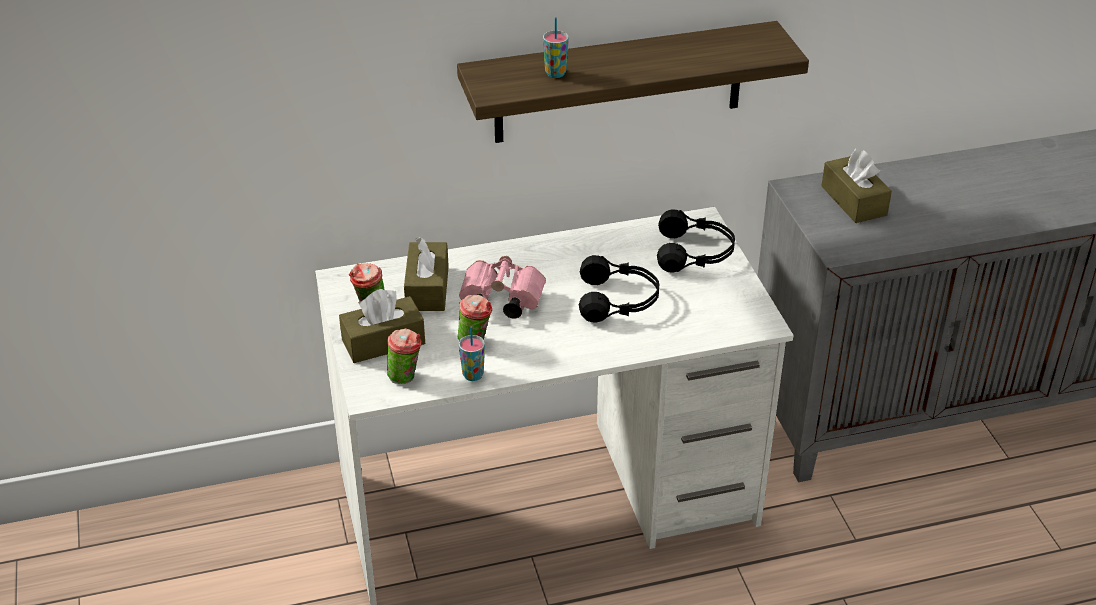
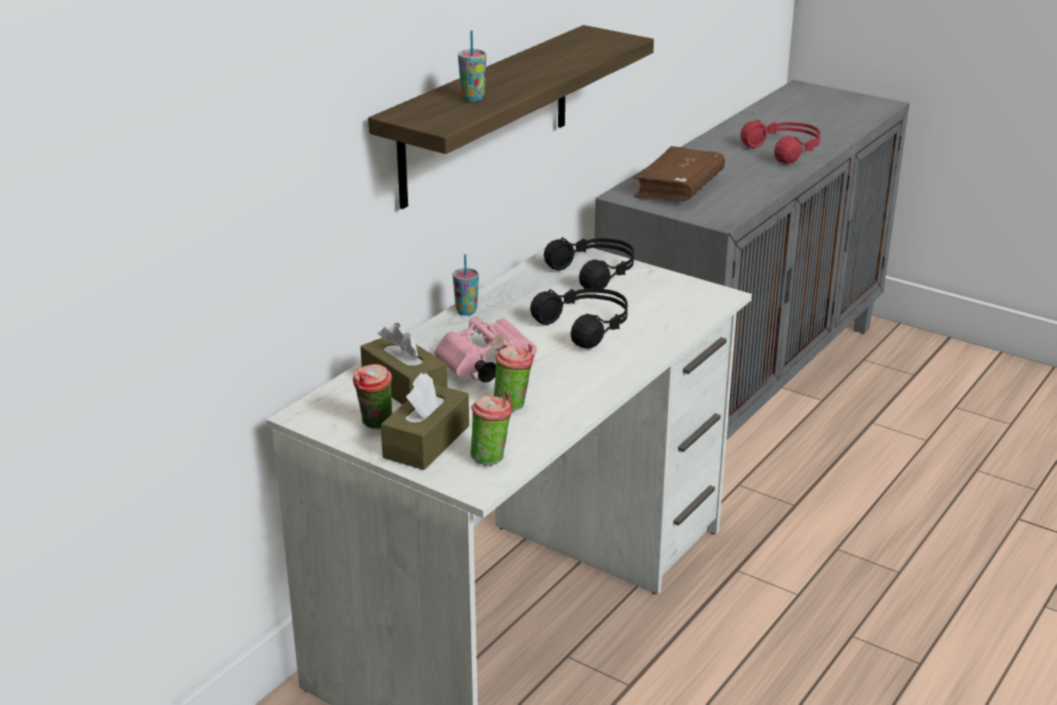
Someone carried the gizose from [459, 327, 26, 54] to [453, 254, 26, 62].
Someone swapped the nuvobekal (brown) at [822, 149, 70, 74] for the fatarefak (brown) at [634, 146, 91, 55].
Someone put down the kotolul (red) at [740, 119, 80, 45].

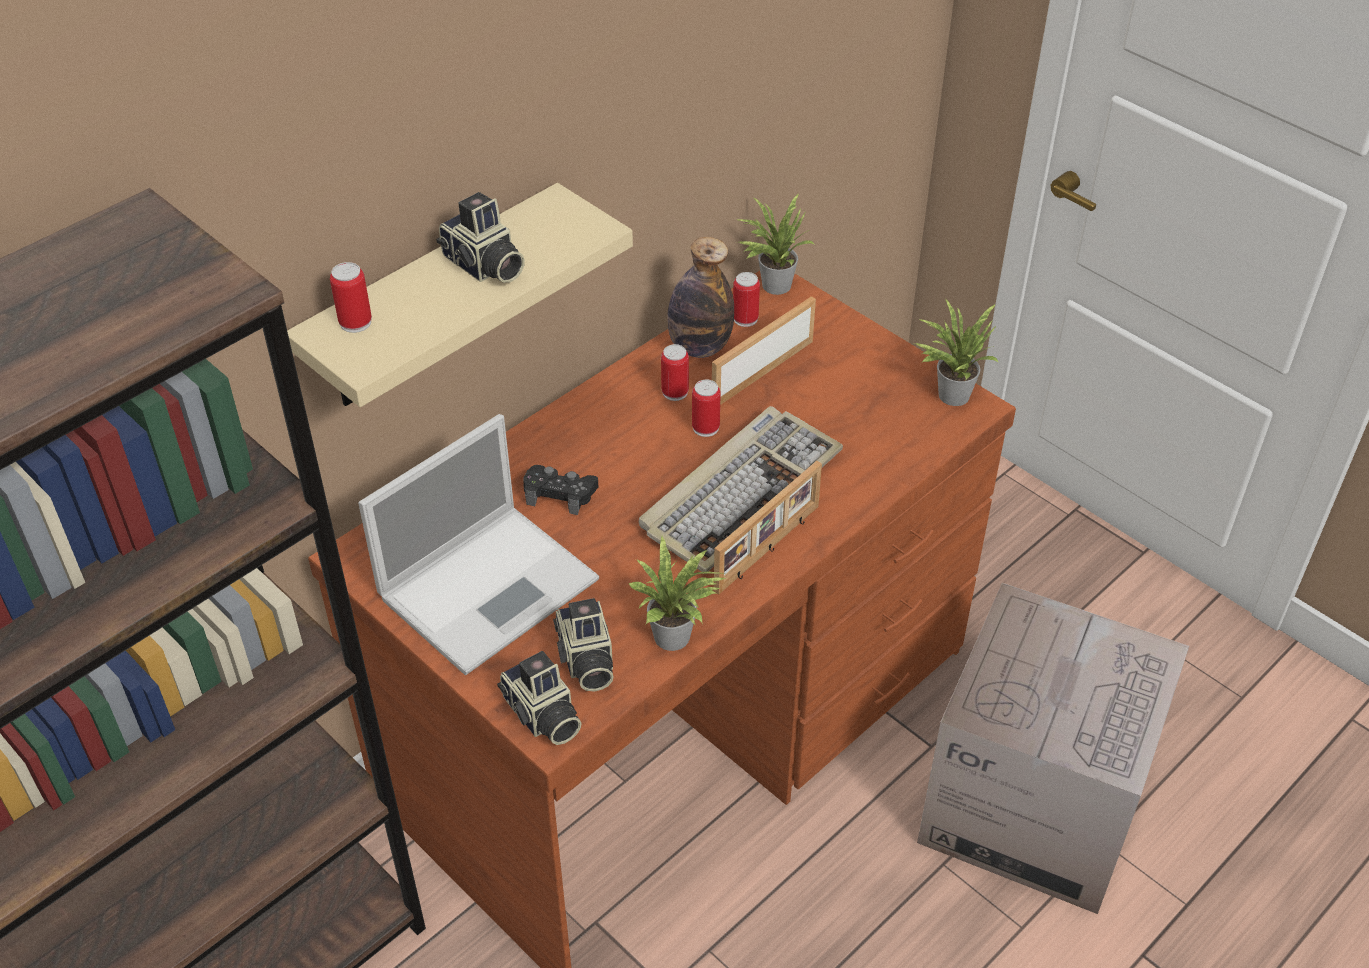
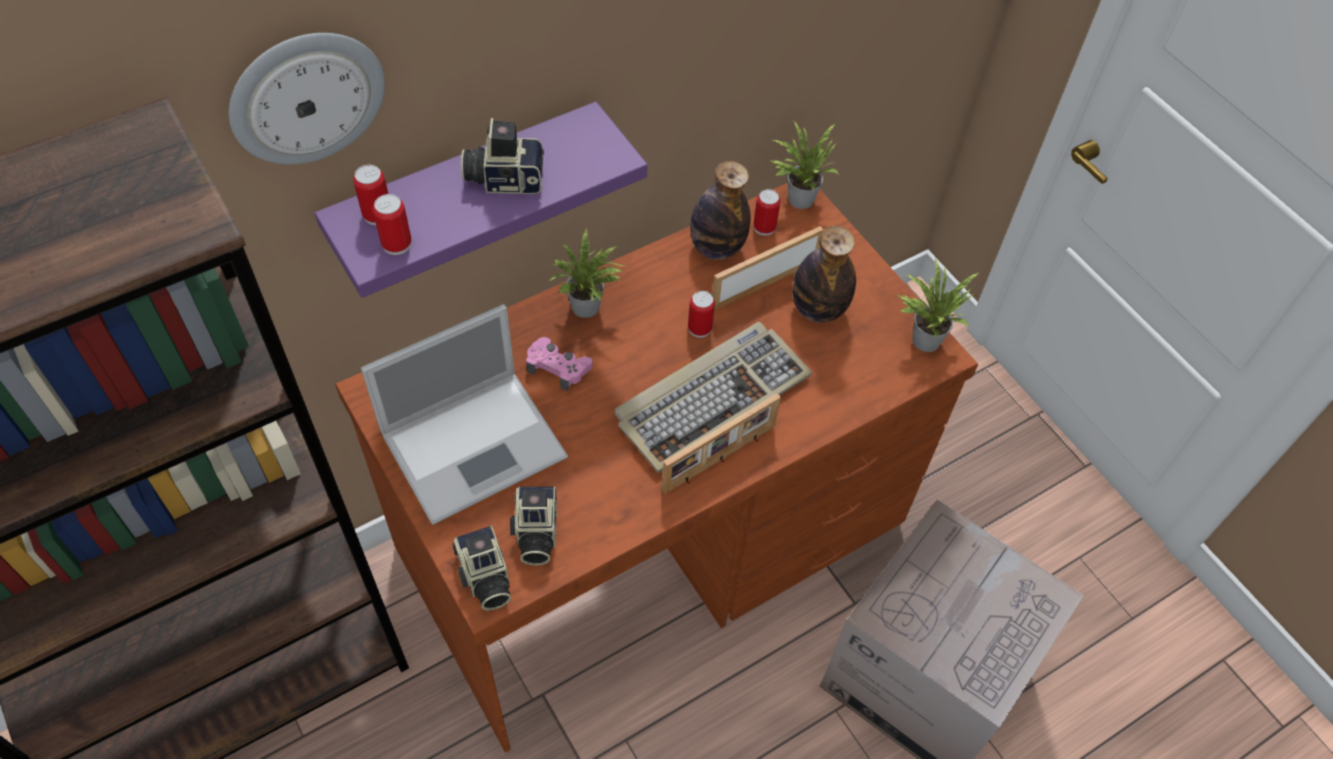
Someone put up the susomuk at [229, 33, 156, 131].
Someone repainted the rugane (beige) at [287, 183, 346, 224], which became the rugane (purple) at [315, 102, 332, 196].
Someone carried the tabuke from [661, 344, 28, 57] to [373, 194, 38, 61].
Someone rotated the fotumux at [436, 192, 89, 91] by 120 degrees clockwise.
Someone repainted the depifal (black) at [523, 465, 75, 50], which became the depifal (pink) at [526, 337, 67, 54].
Someone carried the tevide from [629, 534, 98, 117] to [549, 228, 77, 90].
Someone put down the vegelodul at [793, 226, 63, 97].

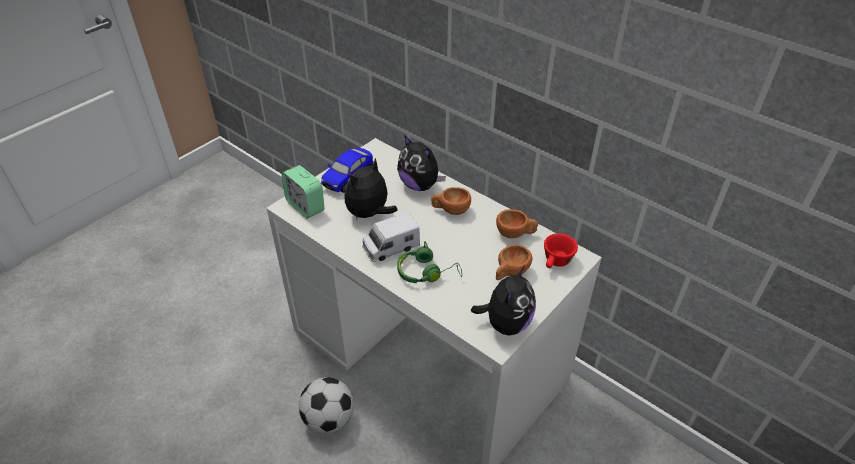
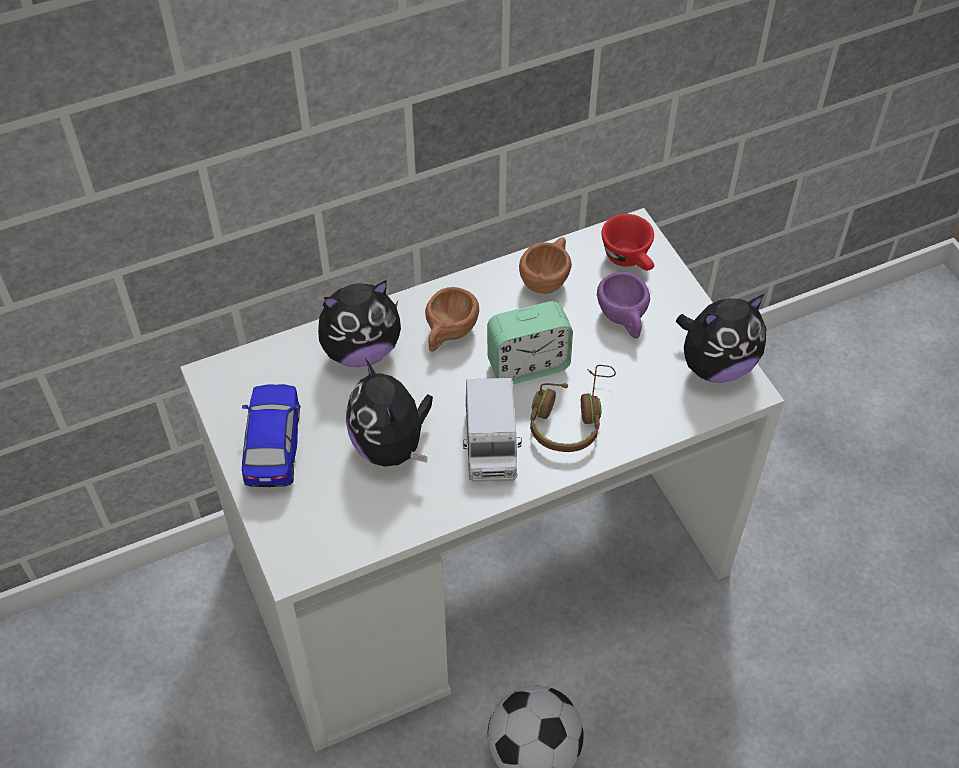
Someone rotated the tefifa at [321, 148, 52, 45] by 150 degrees counterclockwise.
Someone carried the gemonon from [282, 165, 42, 54] to [487, 301, 86, 83].
Someone repainted the kotolul (green) at [397, 242, 65, 41], which became the kotolul (brown) at [530, 365, 86, 87].
Someone repainted the gizose (brown) at [496, 244, 37, 36], which became the gizose (purple) at [597, 272, 53, 67].
Someone rotated the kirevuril at [471, 266, 65, 69] by 105 degrees clockwise.

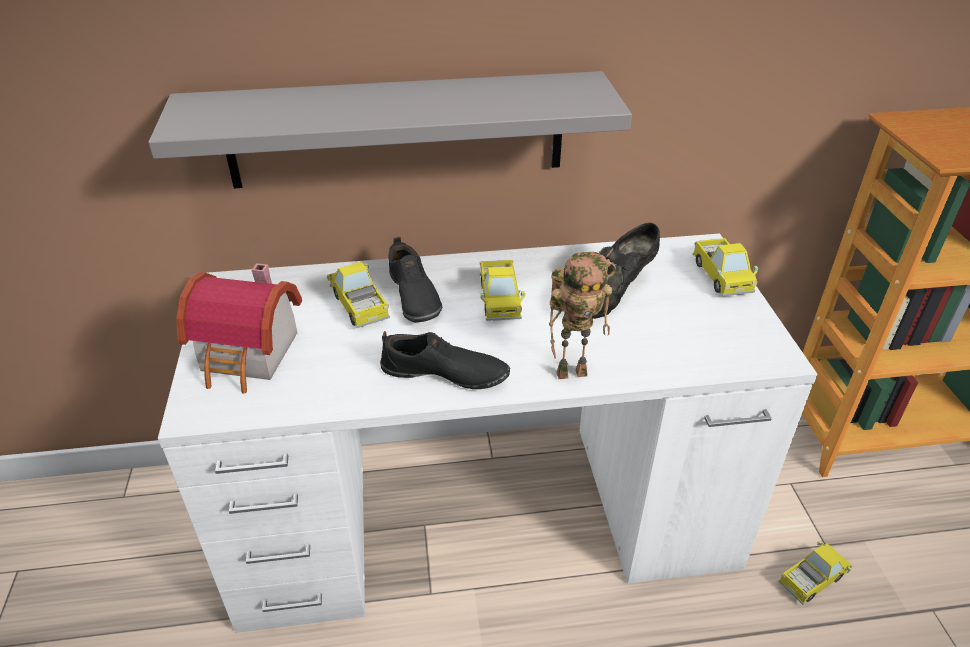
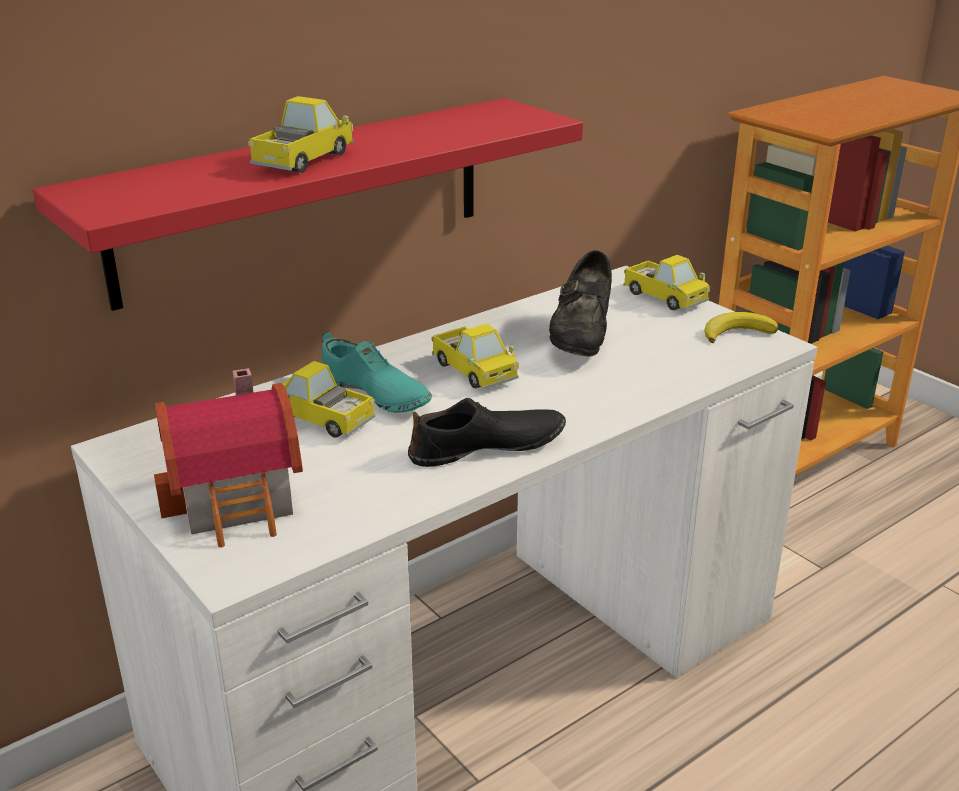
Someone repainted the rugane (grey) at [148, 71, 484, 117], which became the rugane (red) at [33, 98, 550, 213].
Someone carried the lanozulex from [778, 541, 74, 64] to [248, 96, 106, 77].
Someone repainted the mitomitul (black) at [388, 237, 54, 85], which became the mitomitul (turquoise) at [322, 330, 110, 83].
Someone put down the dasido at [704, 312, 74, 31].
Someone took away the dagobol at [549, 252, 67, 127].

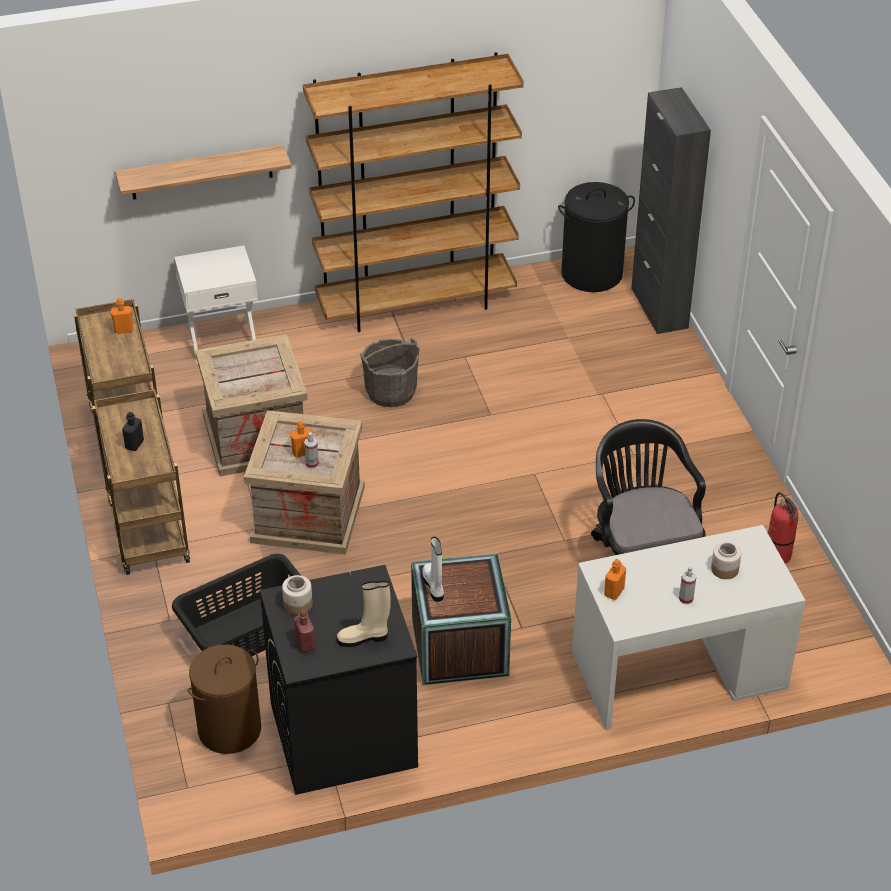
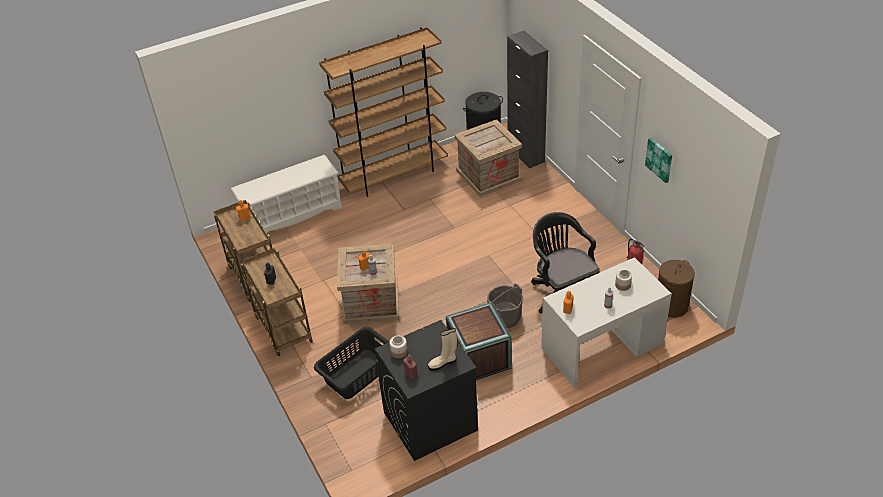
Someone swapped the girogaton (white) at [174, 245, 84, 119] for the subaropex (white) at [231, 155, 111, 78].
Someone carried the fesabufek from [195, 334, 112, 143] to [454, 119, 68, 78].
Someone carried the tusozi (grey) from [360, 338, 60, 69] to [487, 283, 36, 45].
Someone put up the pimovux at [645, 138, 27, 45].
Someone carried the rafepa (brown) from [188, 644, 73, 110] to [658, 260, 37, 58].
Someone took away the rugane at [115, 145, 177, 55].
Someone took away the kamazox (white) at [422, 537, 22, 65].

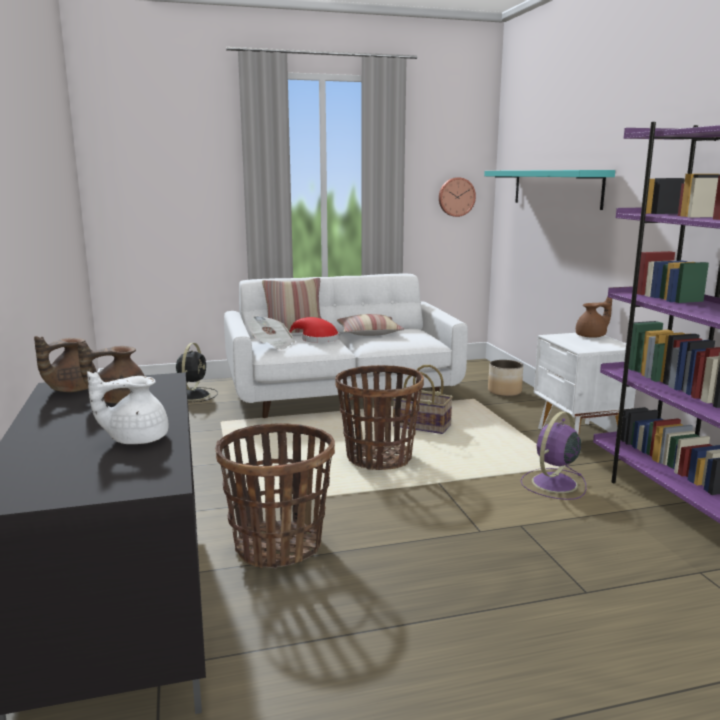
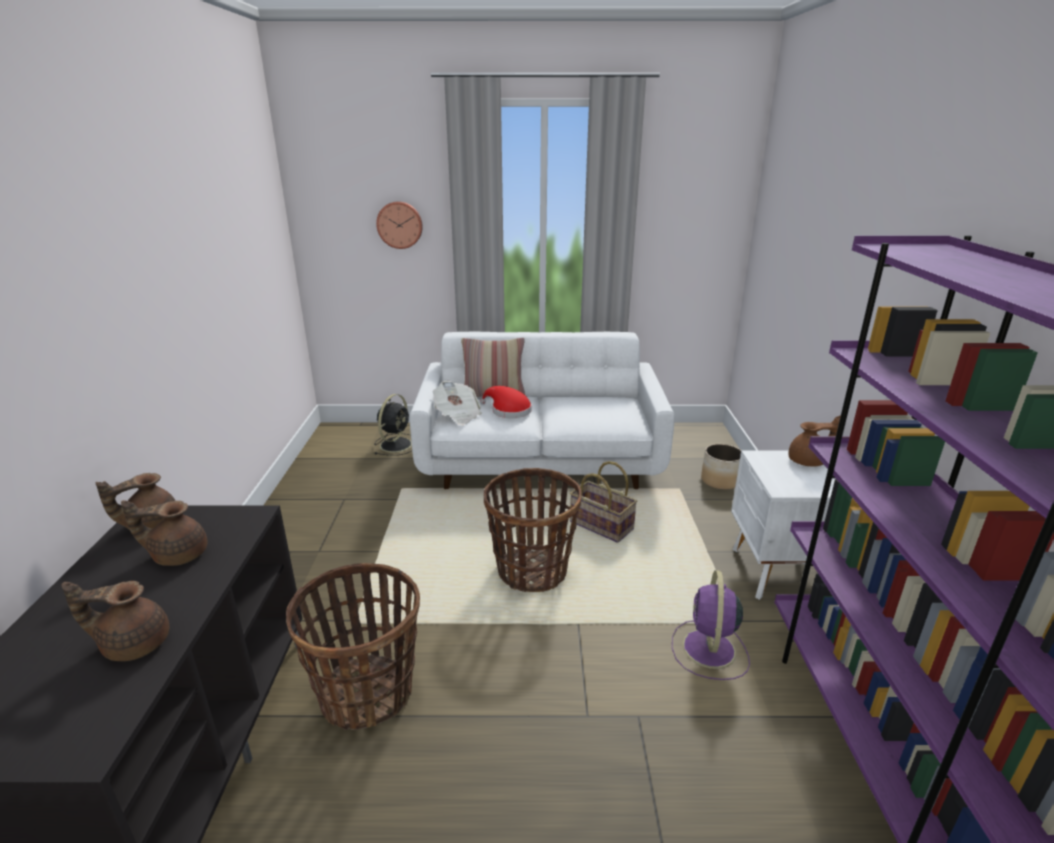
Someone repainted the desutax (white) at [87, 371, 81, 73], which became the desutax (brown) at [61, 581, 108, 80].
Someone carried the susomuk from [439, 177, 37, 40] to [376, 201, 47, 48].
Someone rotated the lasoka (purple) at [521, 411, 65, 89] by 45 degrees counterclockwise.
Someone took away the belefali at [337, 314, 67, 22].
Someone took away the rugane (turquoise) at [484, 170, 131, 40].

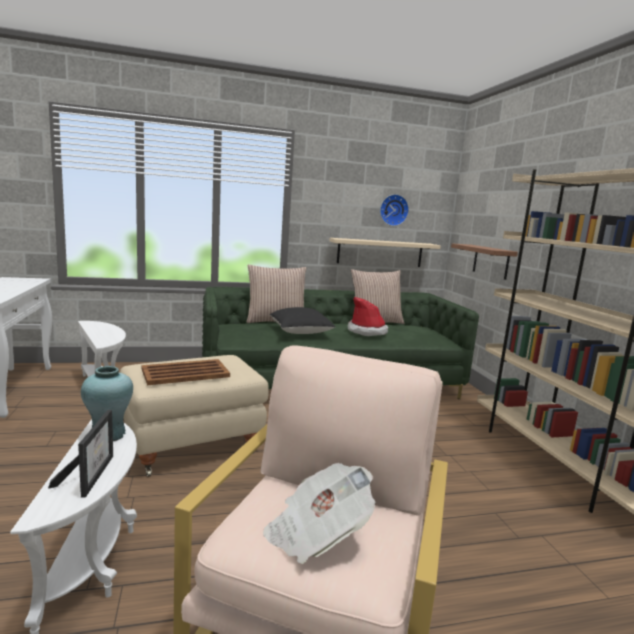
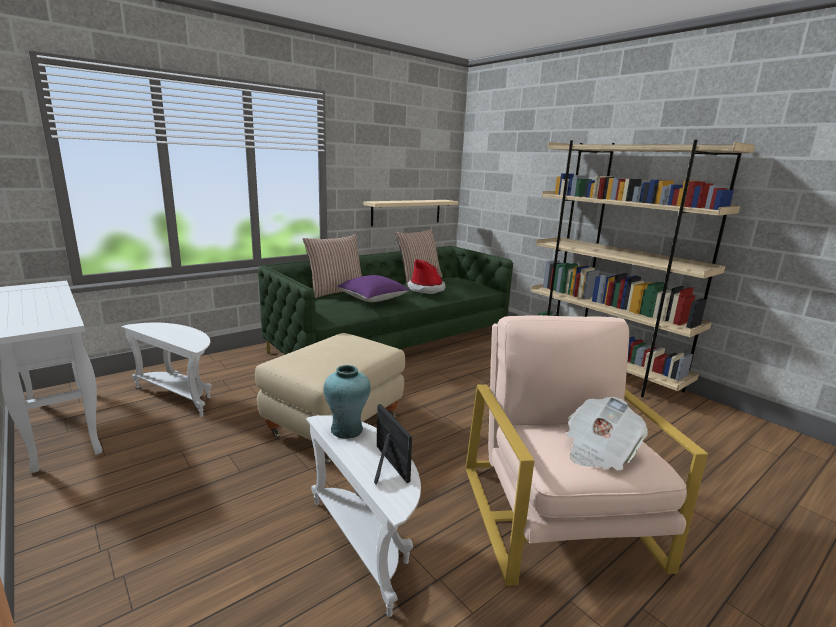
Someone repainted the belefali (black) at [270, 307, 65, 27], which became the belefali (purple) at [337, 275, 73, 27].
Someone took away the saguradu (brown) at [142, 359, 88, 26].
Someone took away the susomuk at [380, 194, 29, 32].
Someone took away the rugane at [451, 243, 67, 37].

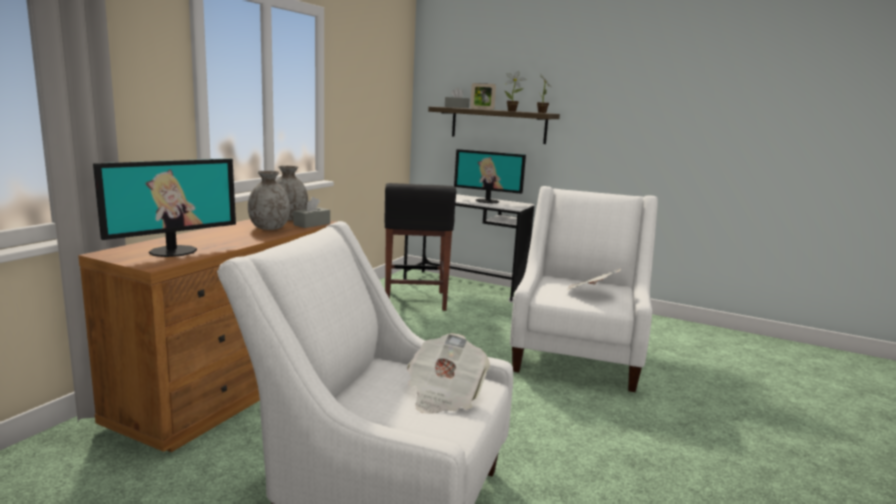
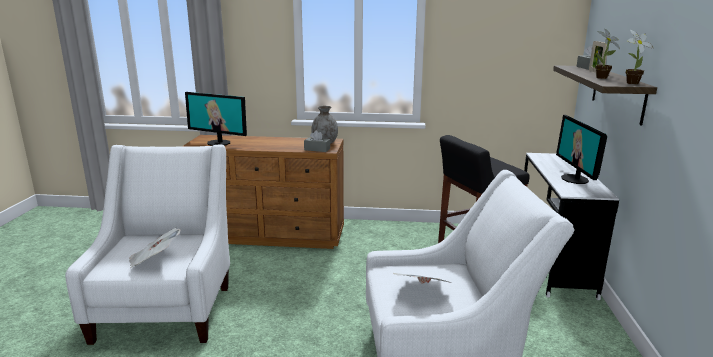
Someone took away the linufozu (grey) at [248, 171, 42, 59].

